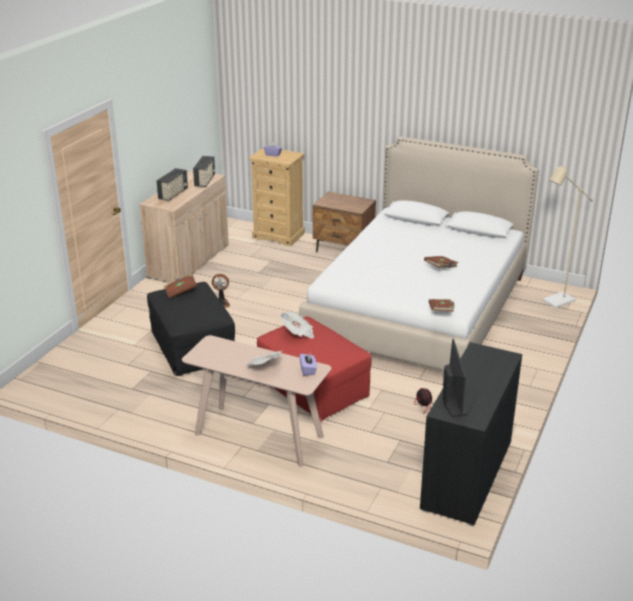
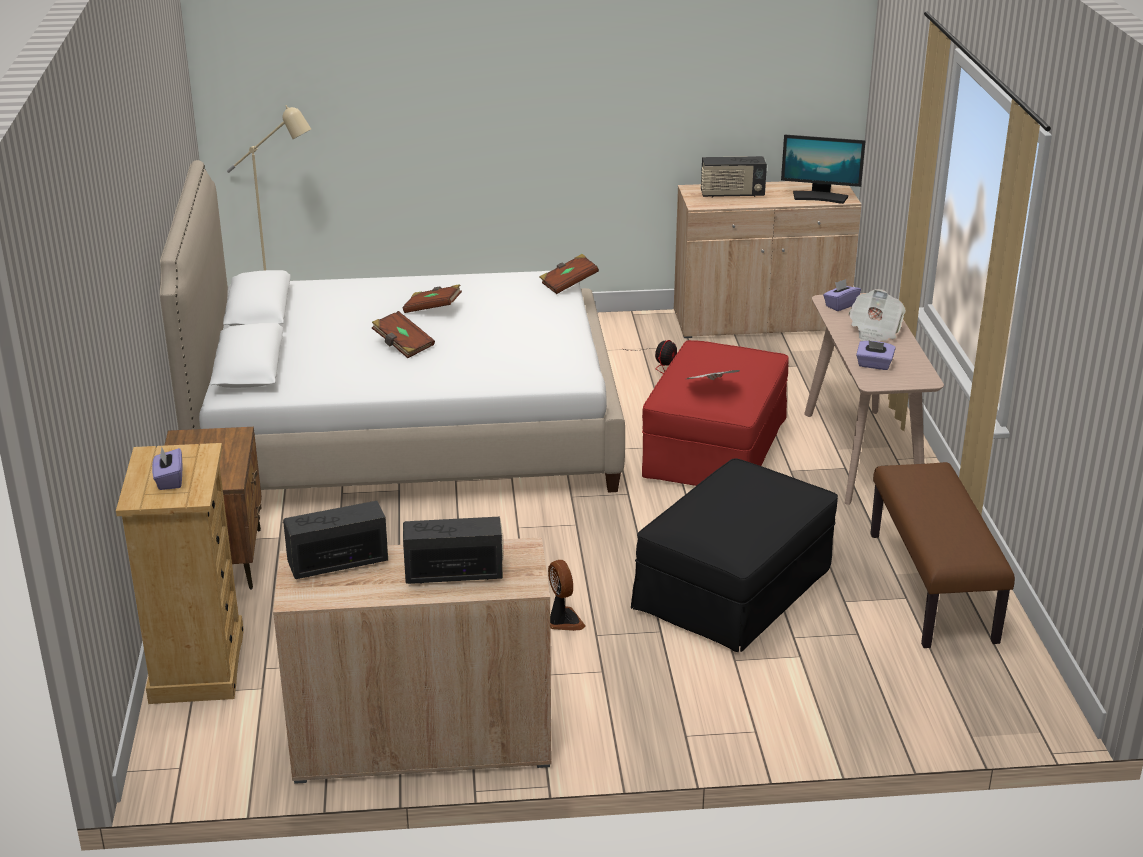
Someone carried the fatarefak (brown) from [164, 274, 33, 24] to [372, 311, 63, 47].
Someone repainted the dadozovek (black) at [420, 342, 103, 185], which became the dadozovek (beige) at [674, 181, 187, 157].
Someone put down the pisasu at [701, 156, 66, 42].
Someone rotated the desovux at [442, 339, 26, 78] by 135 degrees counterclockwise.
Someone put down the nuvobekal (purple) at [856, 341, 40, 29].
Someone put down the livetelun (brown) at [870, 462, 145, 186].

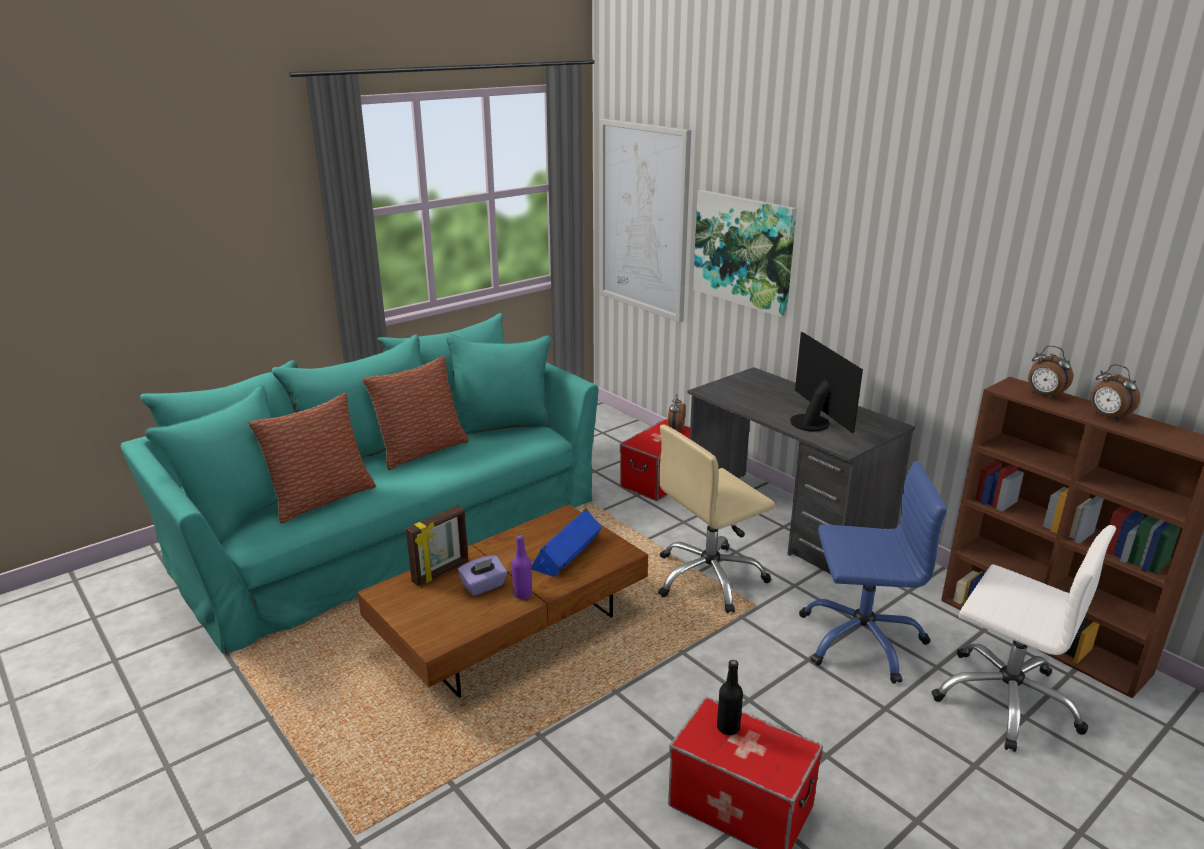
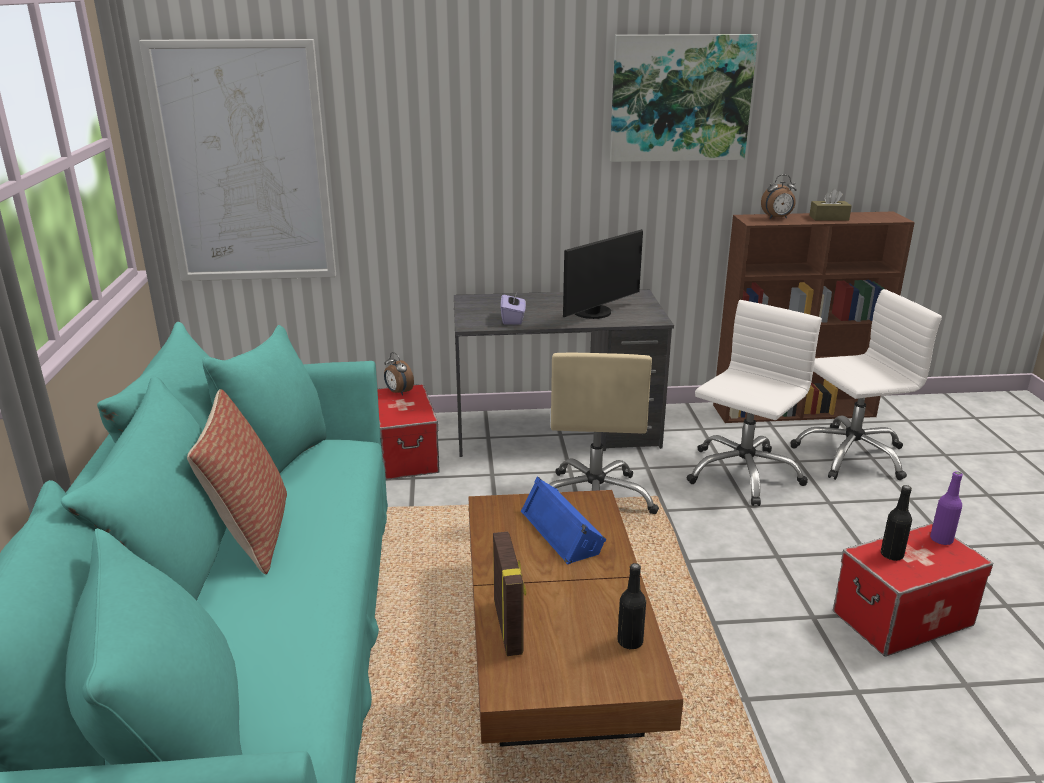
Someone carried the nuvobekal (purple) from [458, 555, 49, 41] to [500, 290, 26, 35].
Someone rotated the desovux at [790, 332, 73, 102] by 120 degrees clockwise.
Someone carried the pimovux from [693, 190, 104, 127] to [610, 34, 148, 128].
Someone put down the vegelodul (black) at [617, 563, 29, 86].
Someone repainted the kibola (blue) at [799, 461, 148, 223], which became the kibola (white) at [686, 300, 136, 206].
Someone swapped the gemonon at [1090, 364, 50, 57] for the nuvobekal (brown) at [809, 189, 43, 31].
Someone carried the vegelodul (purple) from [512, 535, 20, 64] to [930, 471, 33, 74].
Someone took away the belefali at [248, 393, 128, 131].

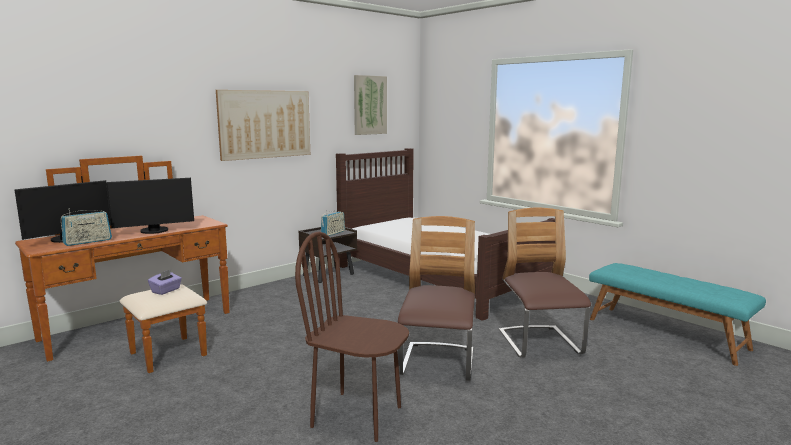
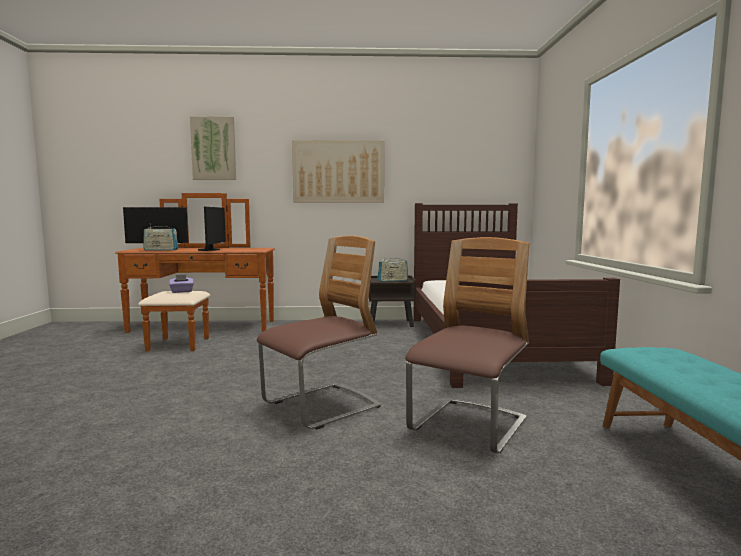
Someone carried the pimovux from [354, 75, 33, 60] to [190, 116, 46, 64].
Someone rotated the desovux at [106, 178, 88, 56] by 105 degrees counterclockwise.
Someone took away the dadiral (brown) at [295, 231, 114, 211].

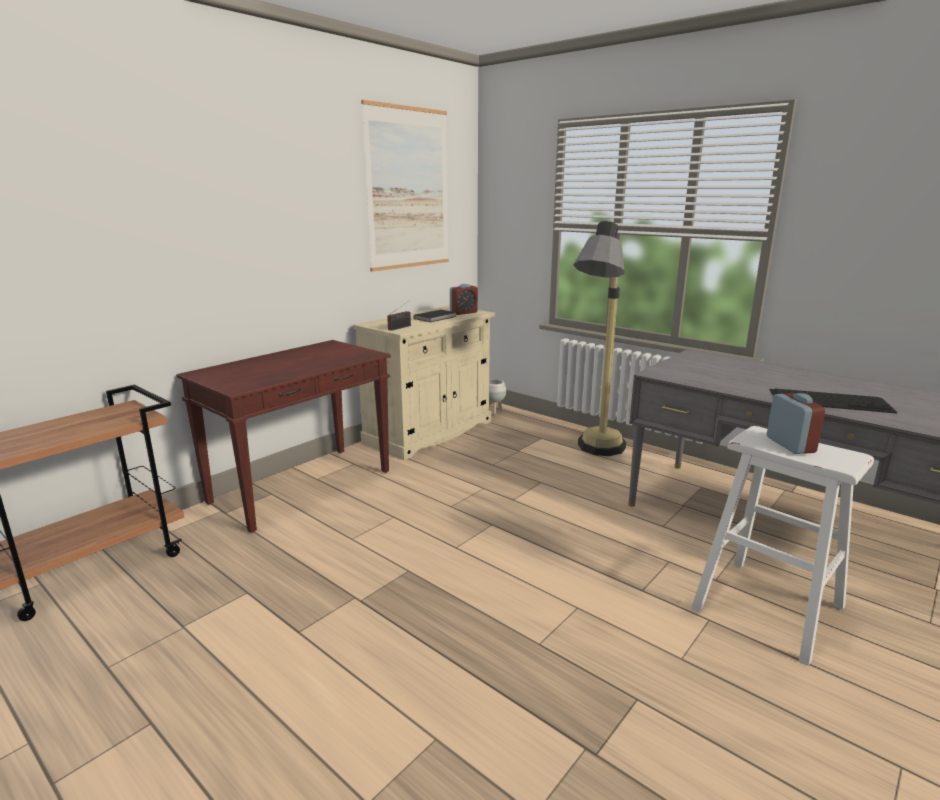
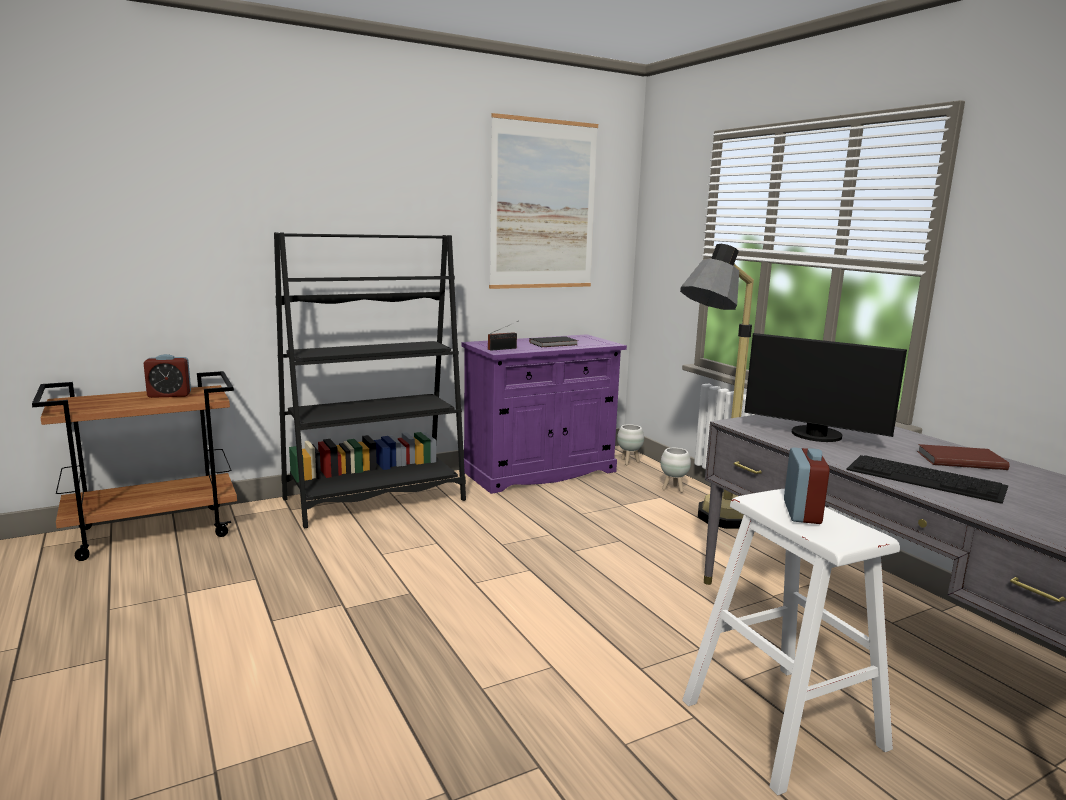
Someone carried the gemonon from [450, 284, 28, 31] to [143, 354, 48, 44].
Someone swapped the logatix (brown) at [176, 340, 215, 193] for the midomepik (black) at [274, 232, 192, 297].
Someone repainted the dadozovek (beige) at [353, 305, 142, 155], which became the dadozovek (purple) at [462, 334, 165, 160].
Someone put down the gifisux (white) at [661, 448, 30, 45].
Someone put down the desovux at [744, 333, 163, 109].
Someone put down the fatarefak (brown) at [917, 444, 92, 26].

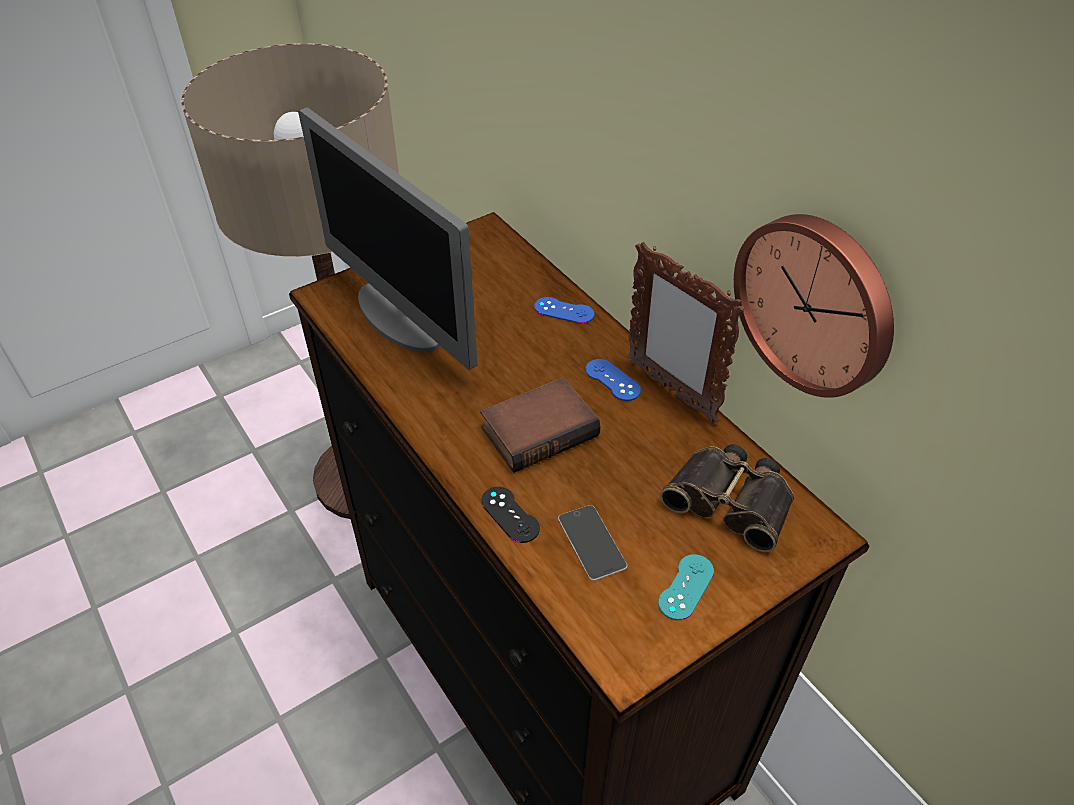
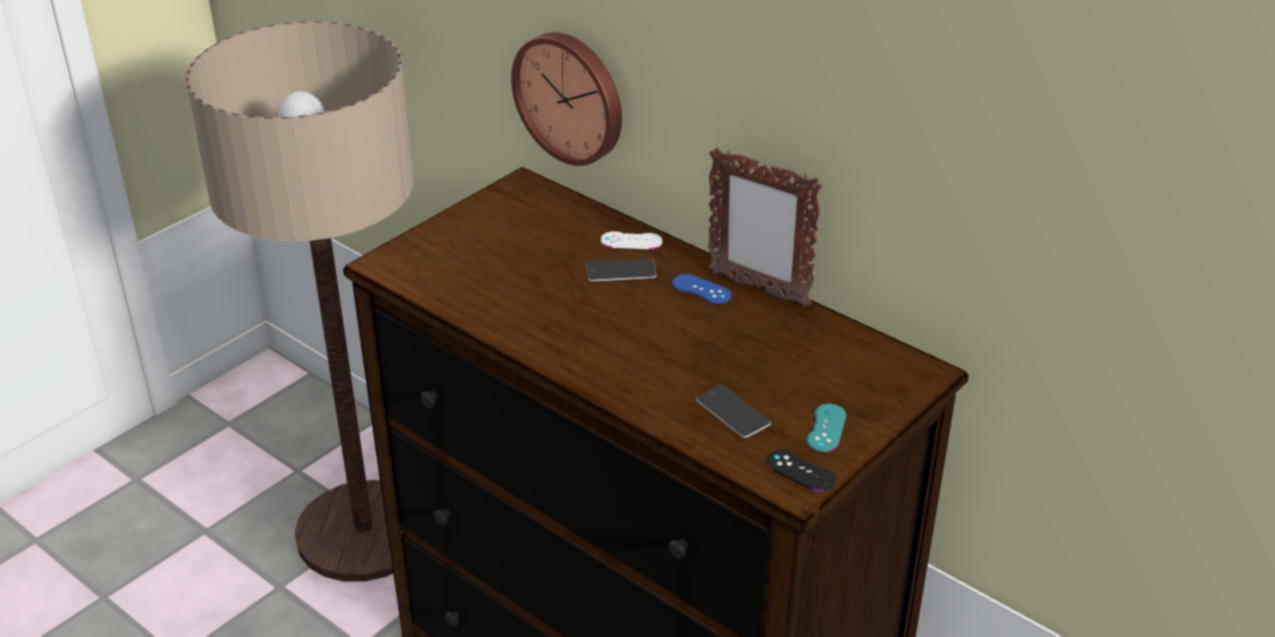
Someone carried the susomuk from [734, 214, 160, 184] to [511, 32, 111, 134].
Someone put down the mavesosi at [586, 258, 71, 24].
Someone repainted the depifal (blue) at [534, 297, 60, 27], which became the depifal (white) at [601, 231, 61, 18].
Someone carried the depifal (black) from [481, 487, 59, 56] to [767, 450, 69, 42].
Someone took away the desovux at [298, 107, 179, 263].
Someone took away the fatarefak at [480, 377, 120, 96].
Someone took away the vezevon at [660, 444, 135, 108].

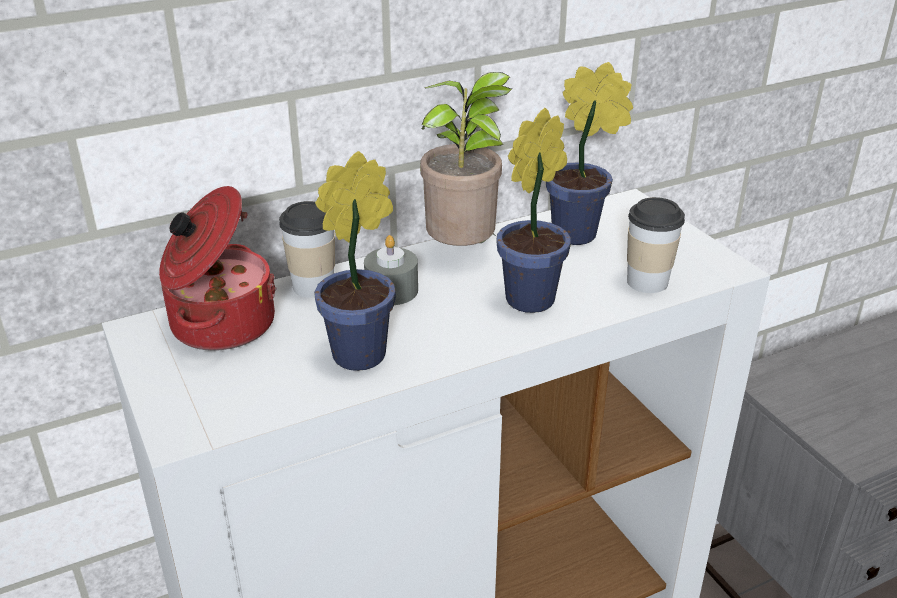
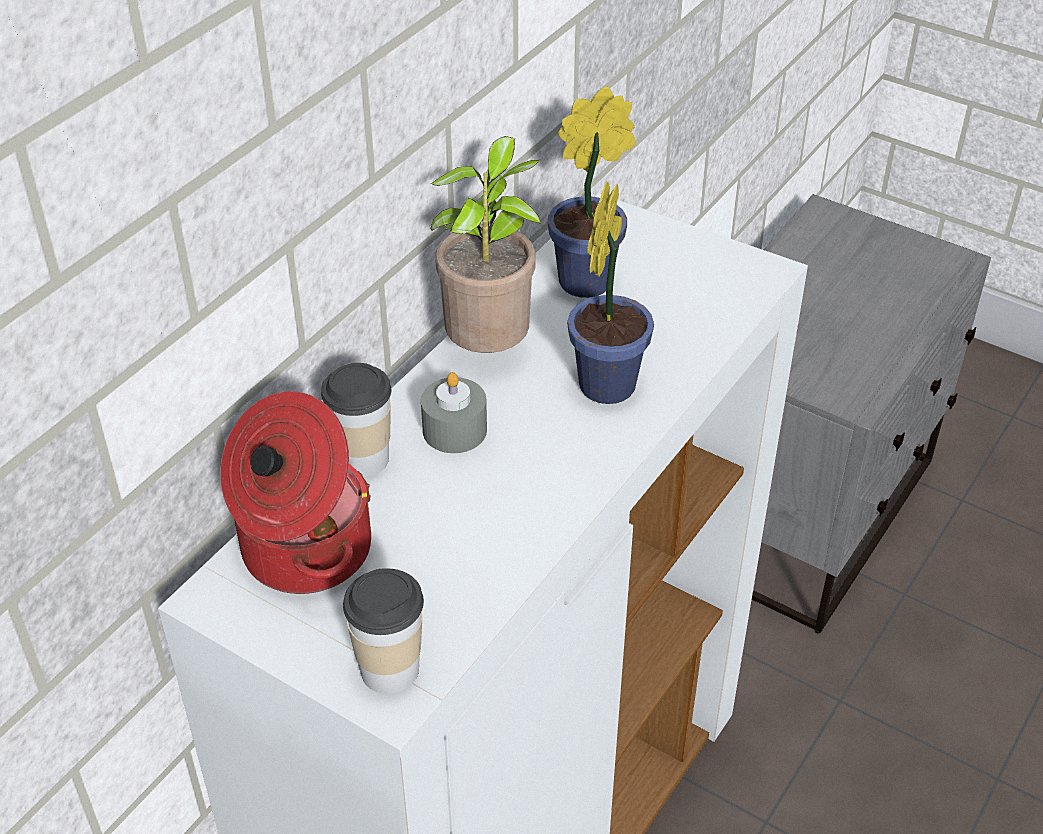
Someone carried the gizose from [627, 197, 58, 96] to [343, 568, 81, 126].
Someone took away the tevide at [314, 151, 82, 220].

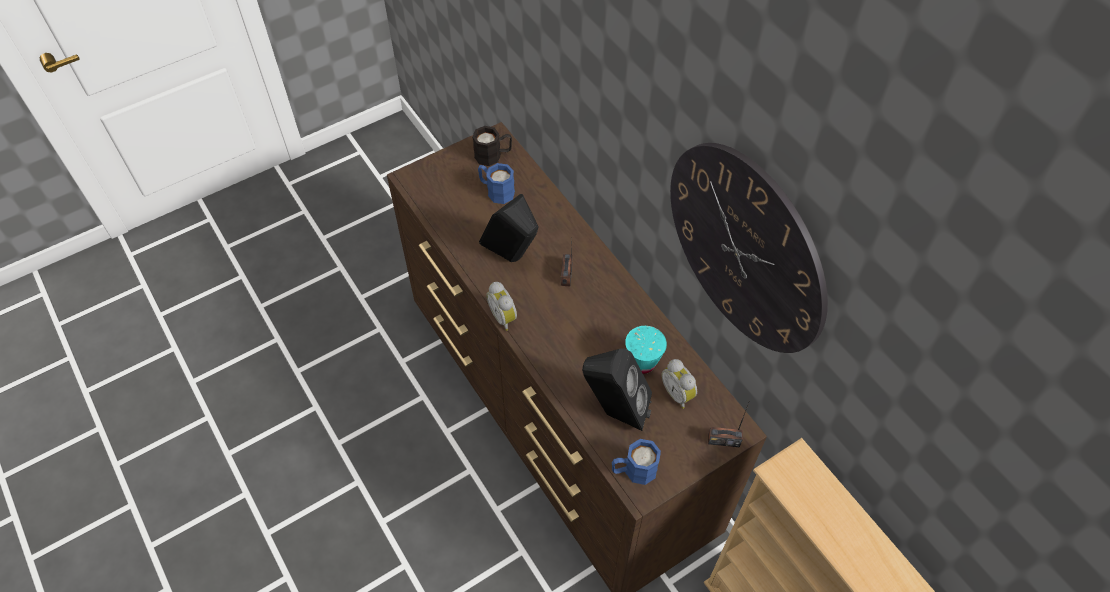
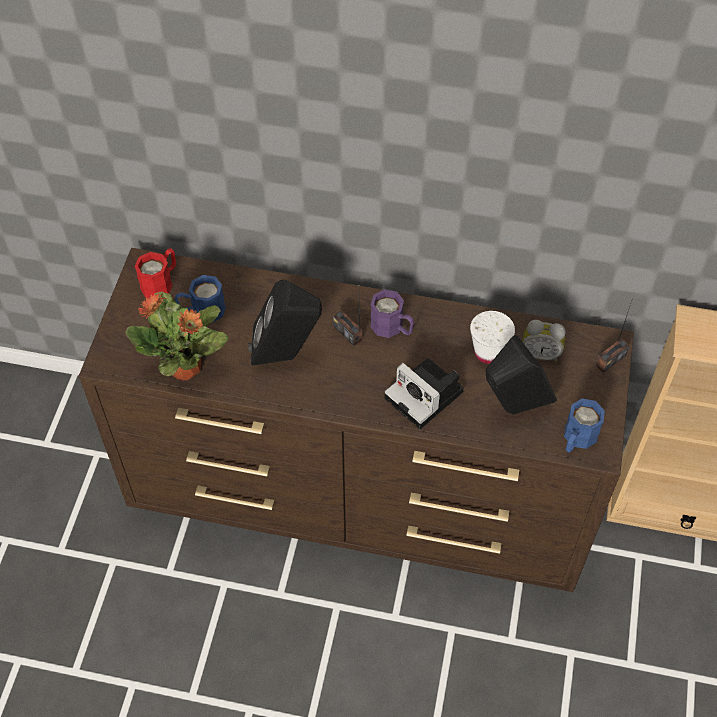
Someone put down the tevide at [125, 292, 103, 88].
Someone repainted the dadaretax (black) at [472, 126, 40, 40], which became the dadaretax (red) at [134, 248, 42, 50].
Someone put down the dadaretax (purple) at [370, 289, 44, 49].
Someone put down the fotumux at [385, 359, 79, 70].
Someone repainted the gizose (turquoise) at [625, 326, 42, 48], which became the gizose (white) at [470, 311, 45, 53].
Someone took away the gemonon at [486, 282, 31, 49].
Someone took away the susomuk at [670, 143, 158, 210].

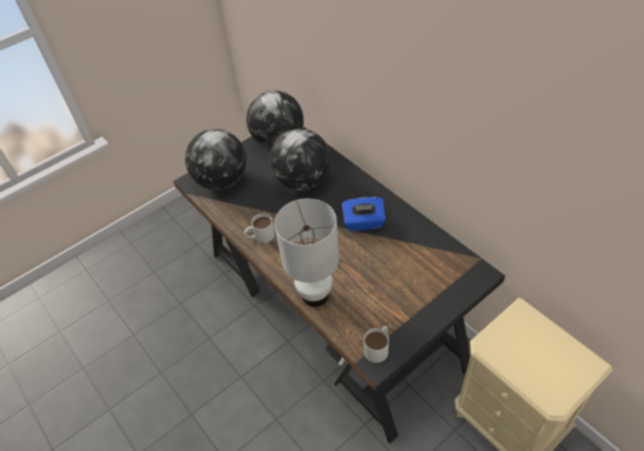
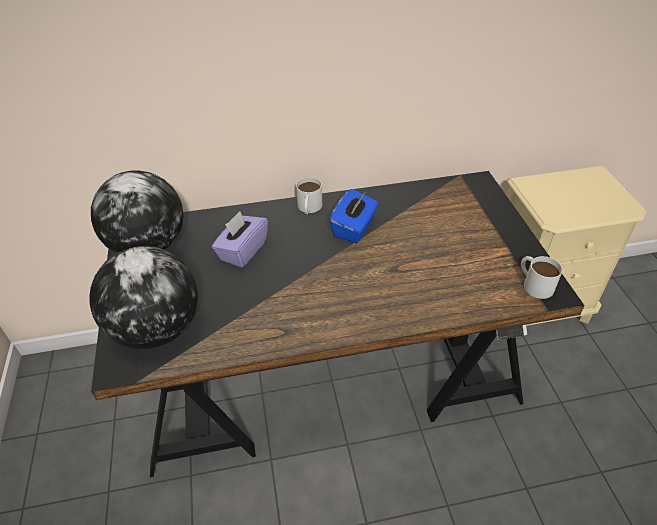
Someone swapped the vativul at [270, 129, 61, 61] for the nuvobekal (purple) at [212, 211, 56, 57].
Someone carried the dadaretax (white) from [244, 213, 31, 30] to [296, 177, 26, 37].
Someone took away the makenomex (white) at [274, 198, 65, 109].

